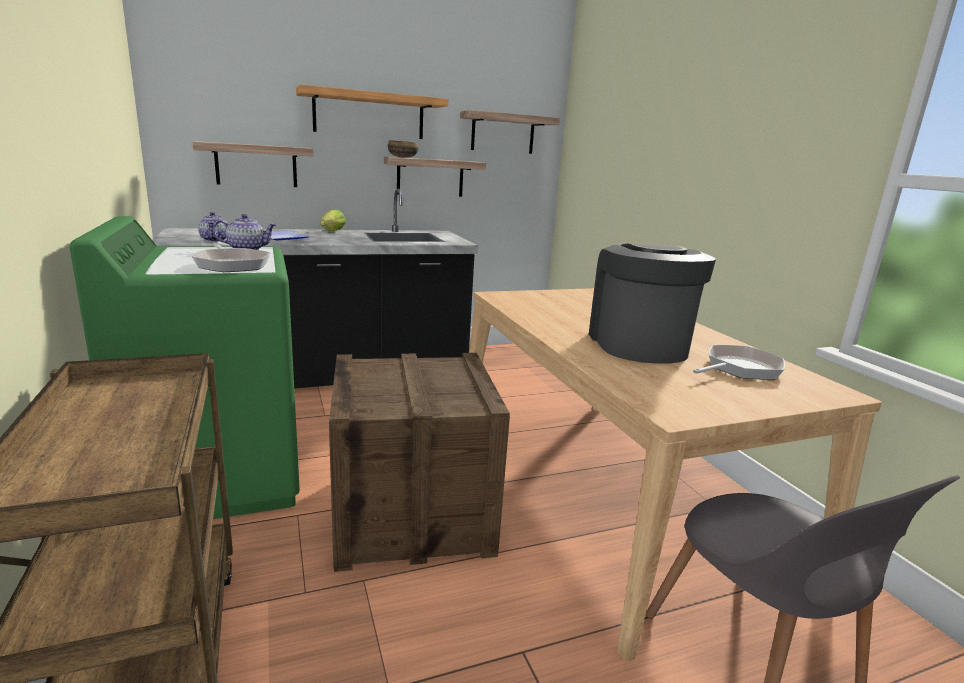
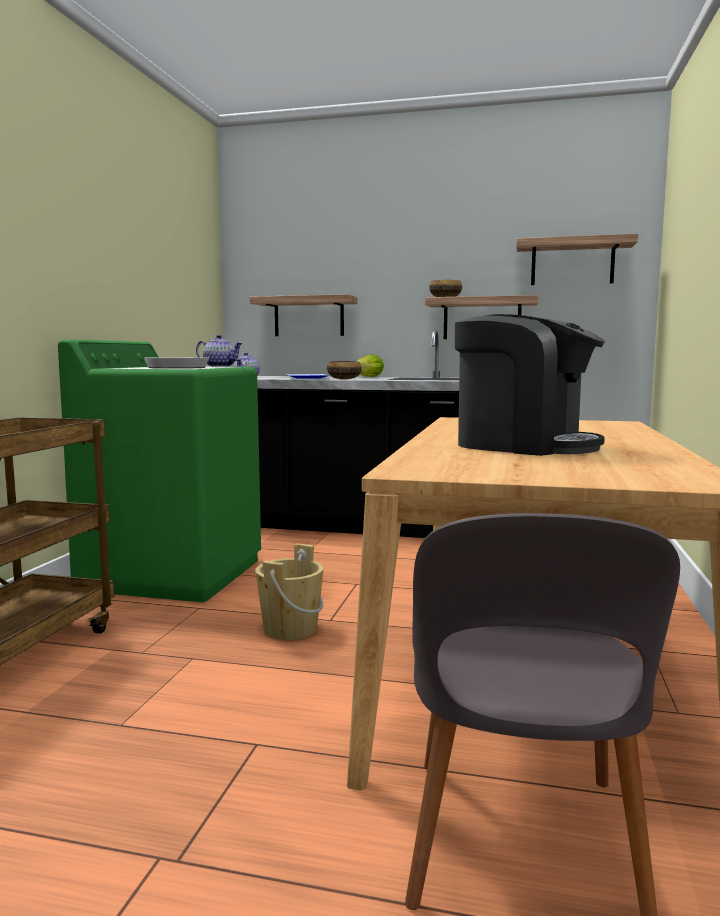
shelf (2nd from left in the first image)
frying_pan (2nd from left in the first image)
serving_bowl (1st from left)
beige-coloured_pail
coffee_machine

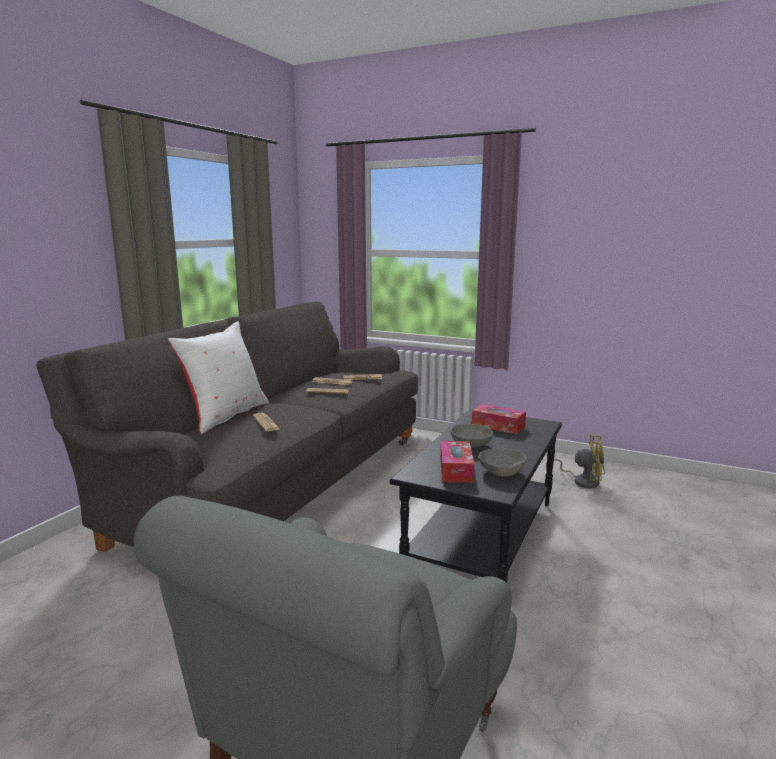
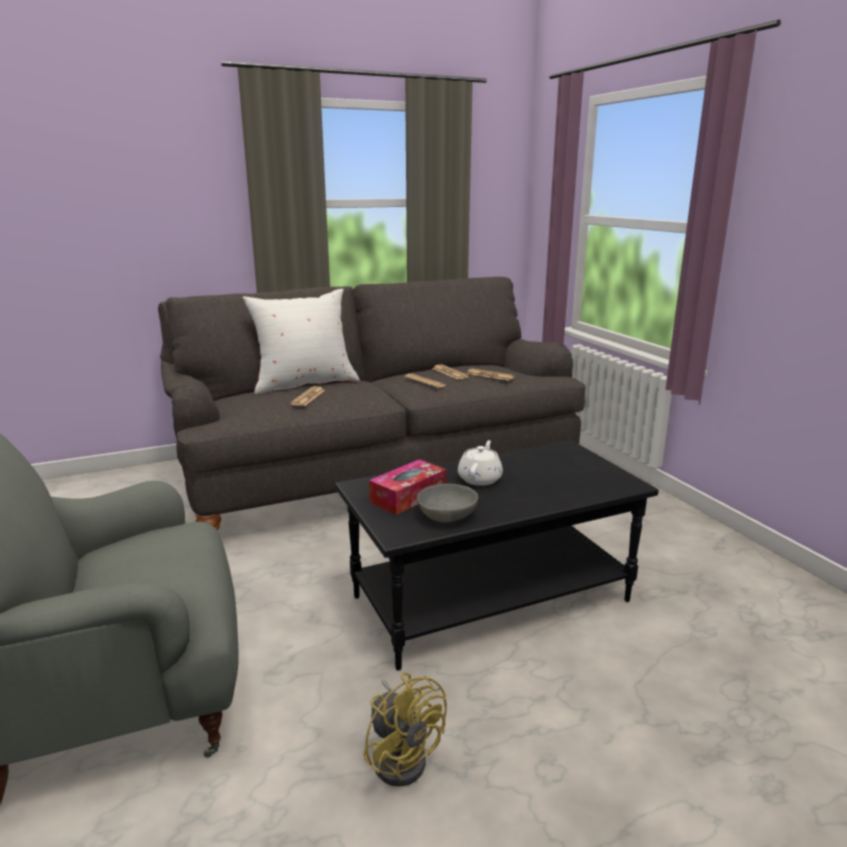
box_of_tissues (2nd from left in the first image)
yellowish_electric_fan
whitish_teapot

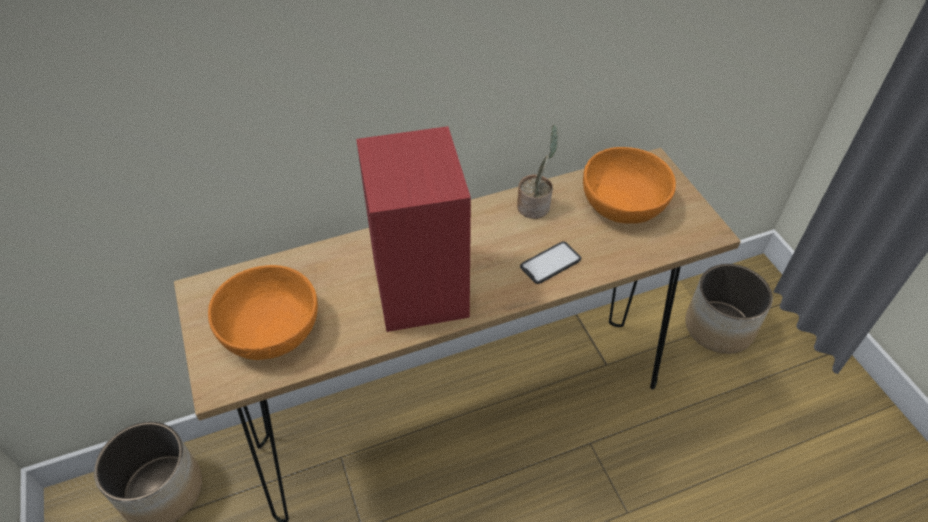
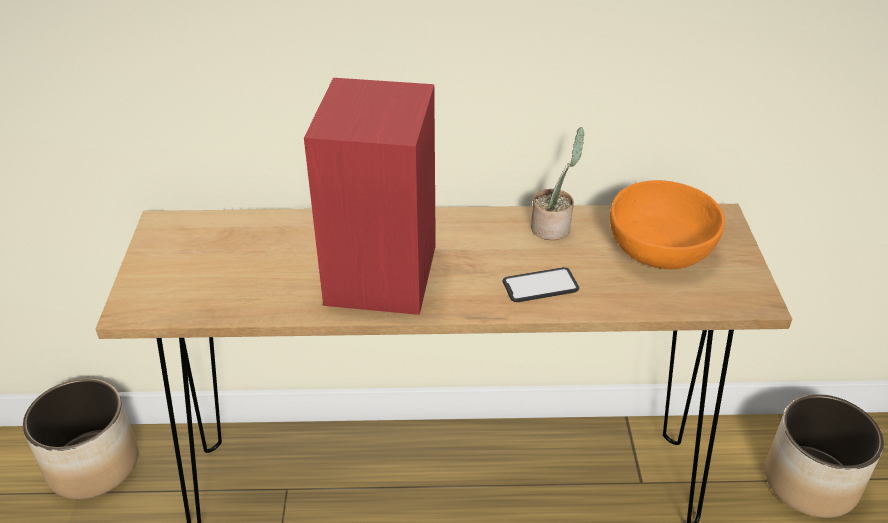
orangey_serving_bowl (1st from left in the first image)

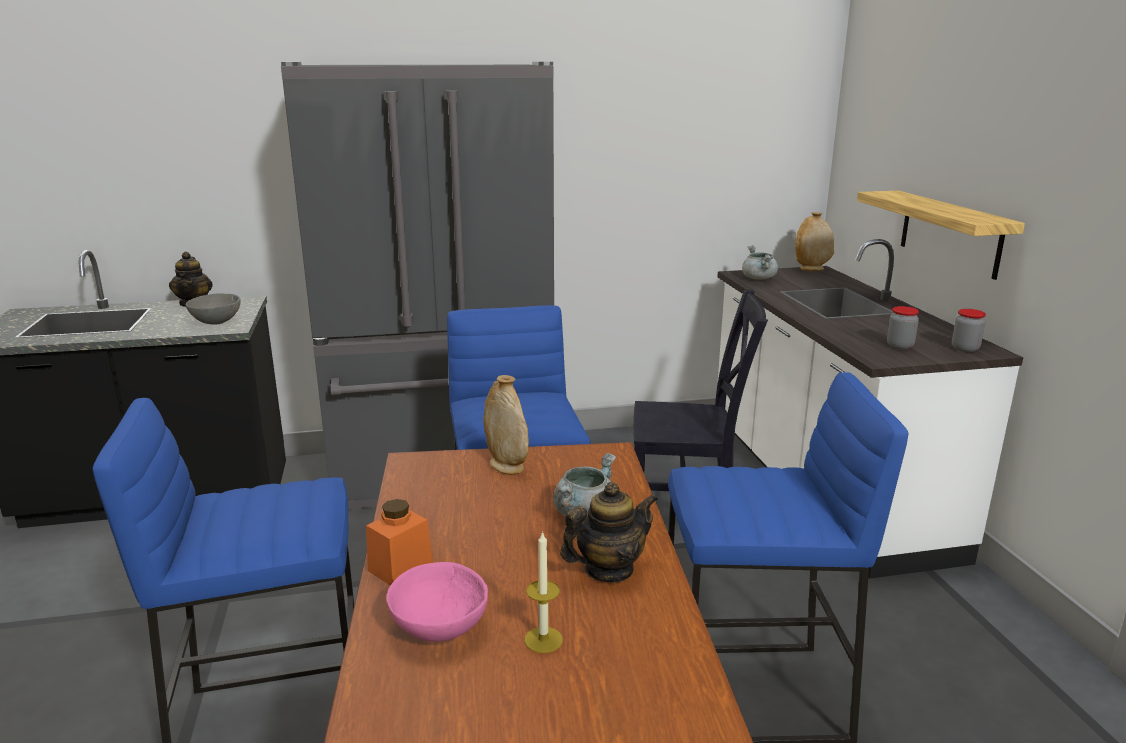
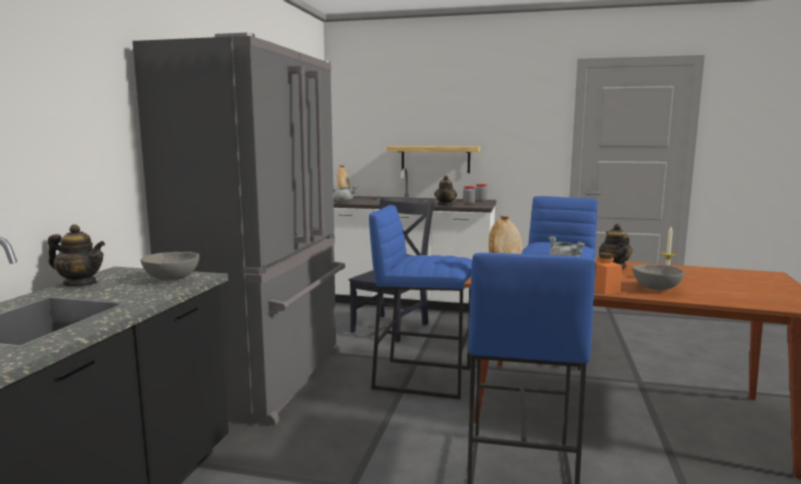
teapot (2nd from left)
grey_serving_bowl (2nd from left)

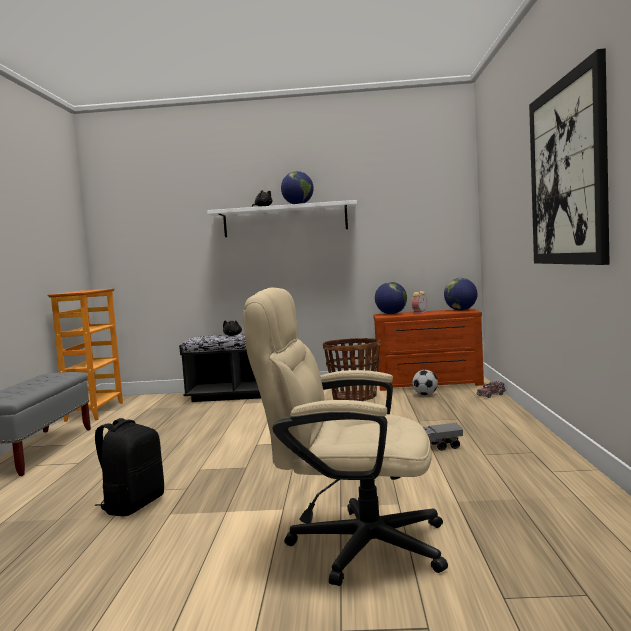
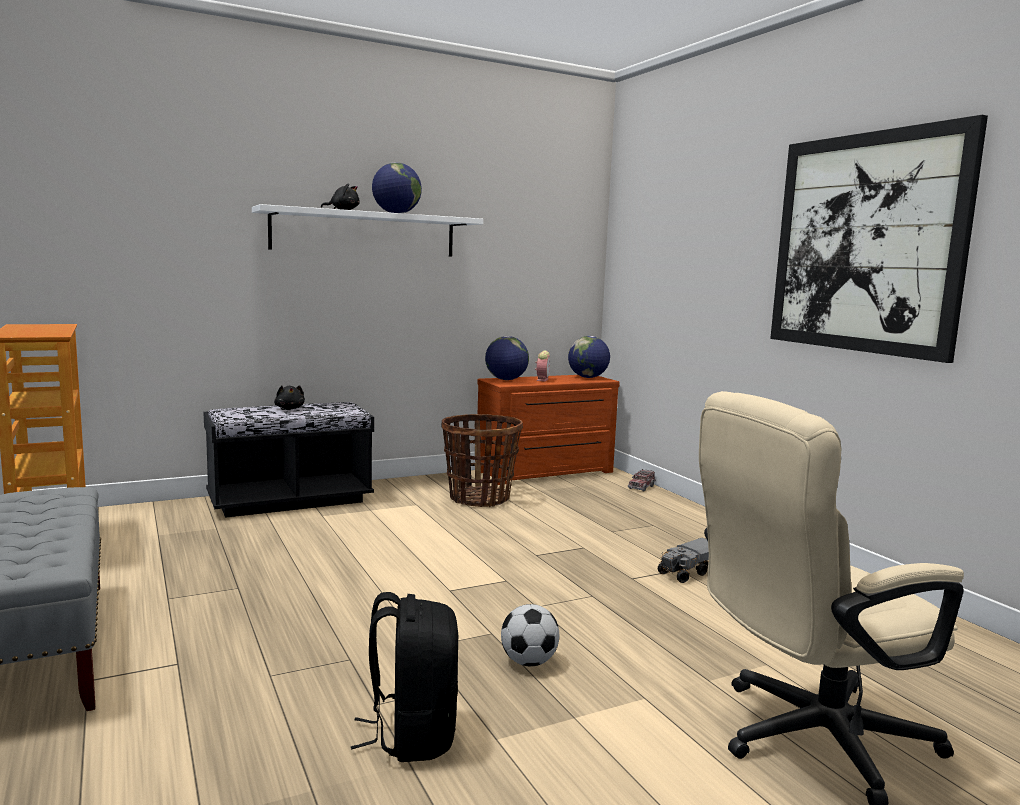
football_ball

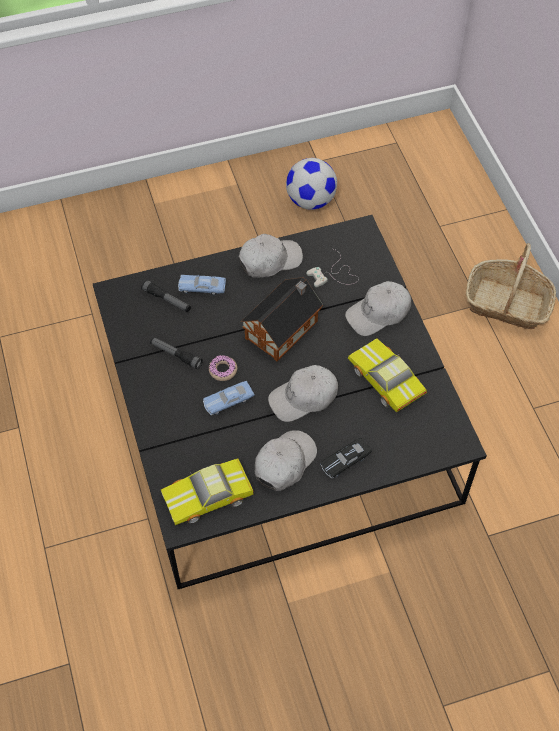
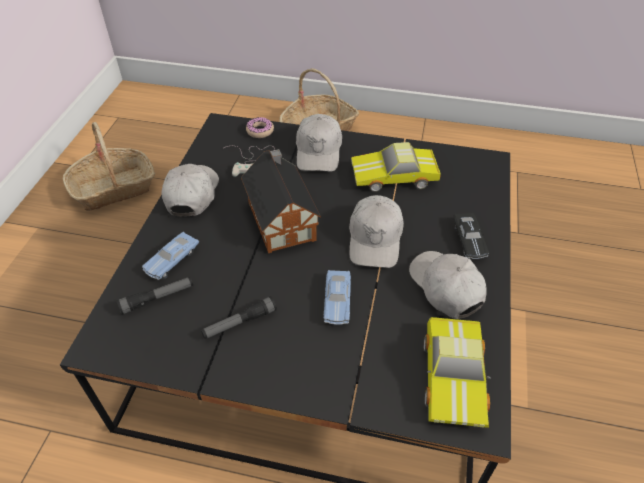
ring_doughnut
storage_basket (1st from left)

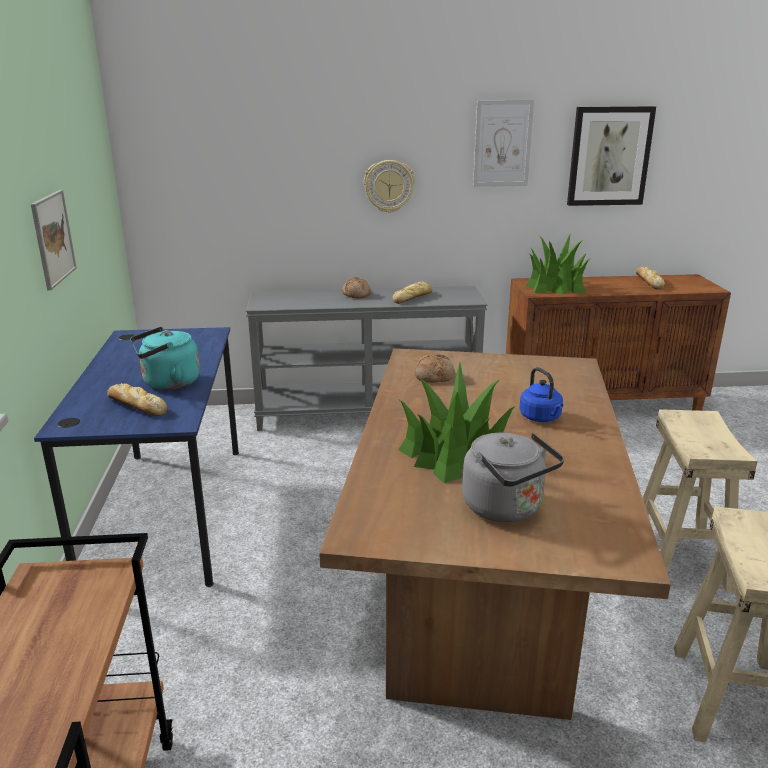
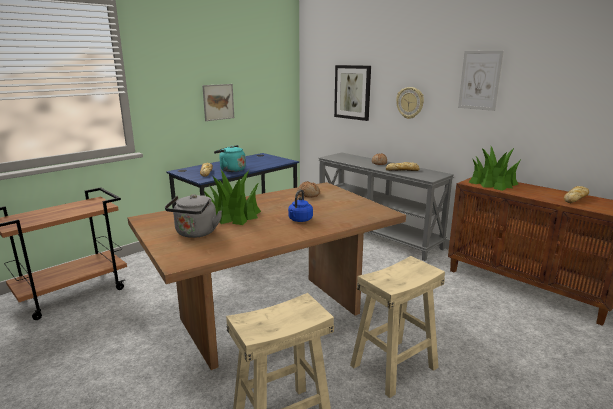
wall_picture (2nd from left)

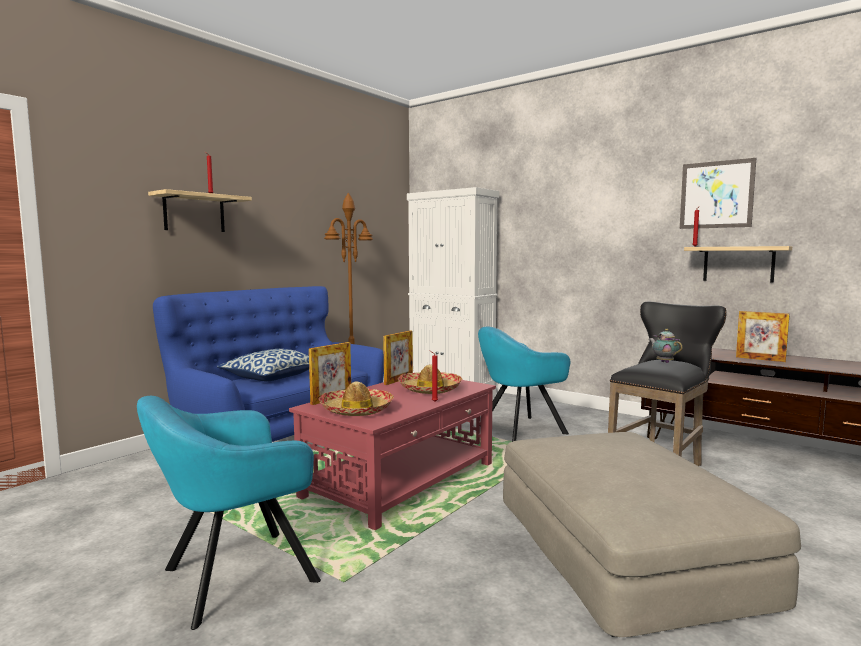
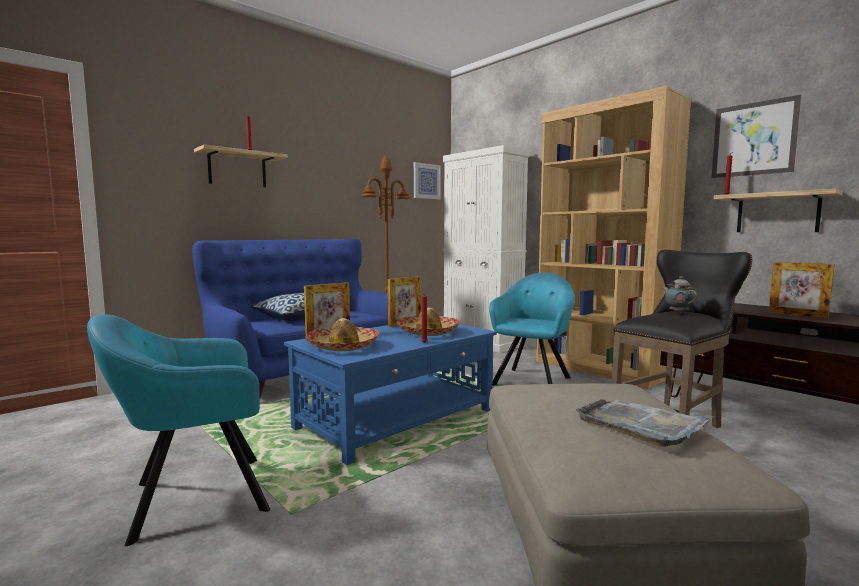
wall_picture (1st from left)
brown_bookshelf
grey_serving_tray
blue_lounge_table
blue-green_armchair (2nd from left)

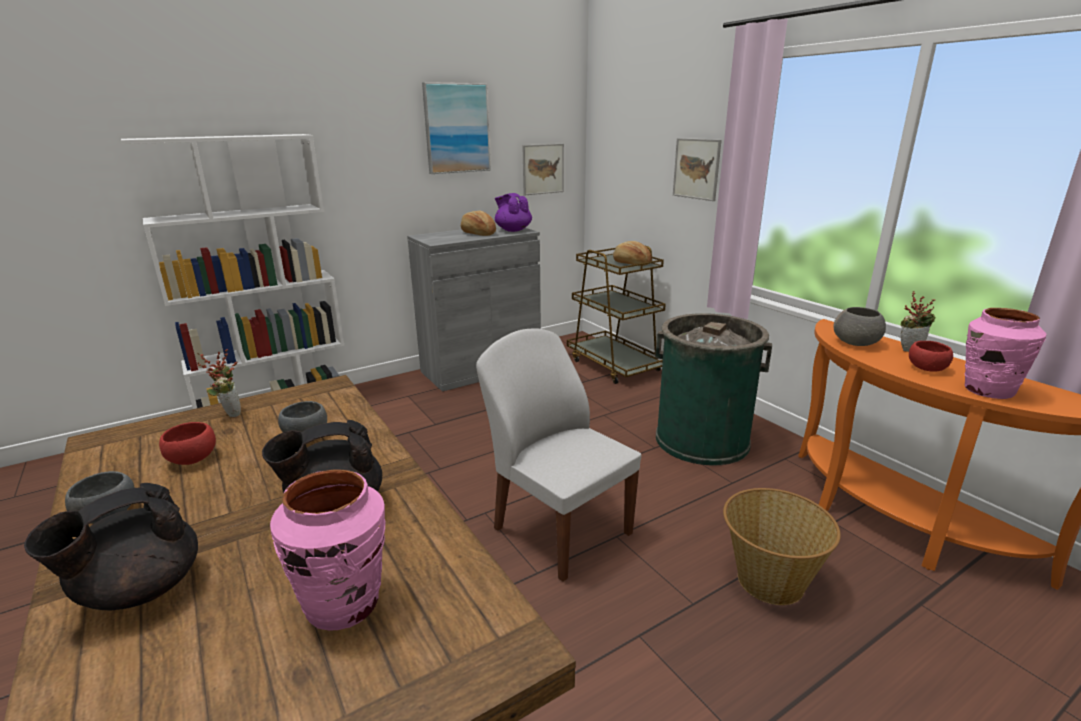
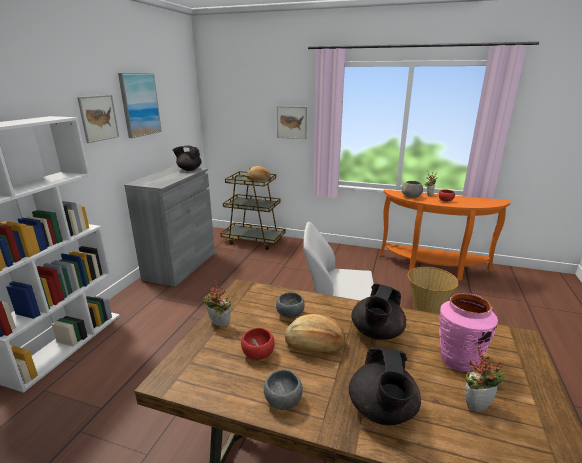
green-coloured_trash_can
pink_vase (2nd from left in the first image)
houseplant (3rd from left)
baked_bread (2nd from left)
wall_picture (1st from left)
black-coloured_teapot (1st from left)

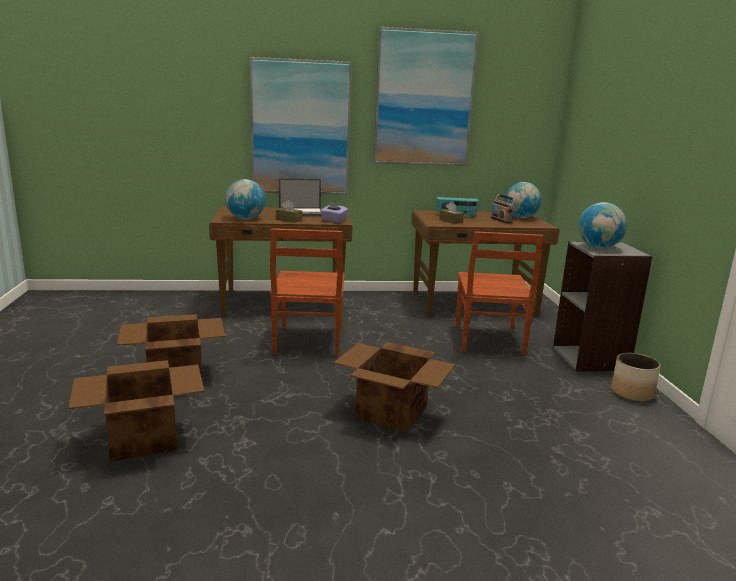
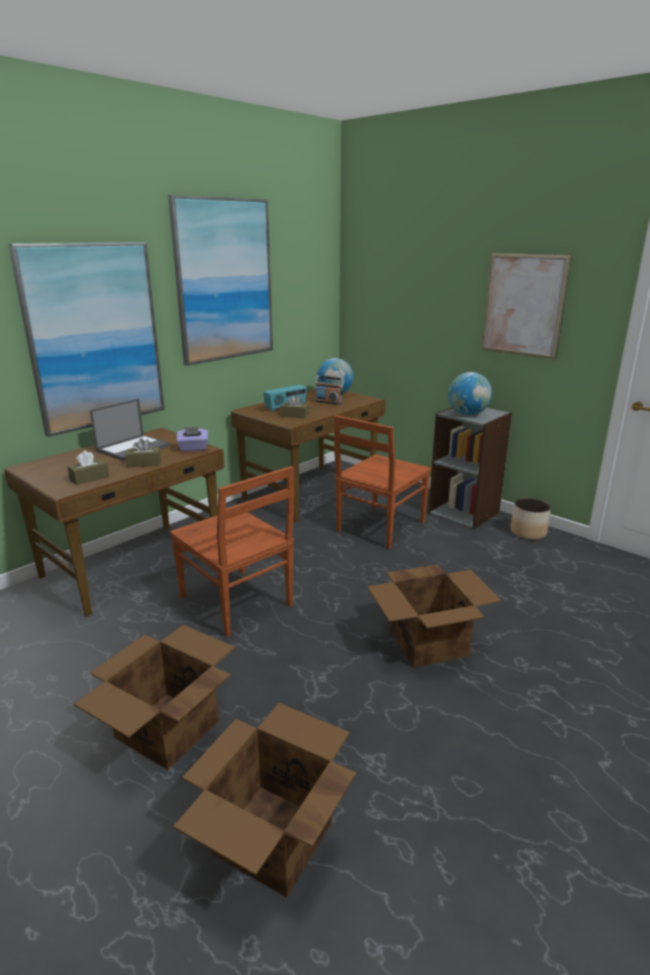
wall_picture (3rd from left)
brown_box_of_tissues (1st from left)
brown_plain_chair (2nd from left)

